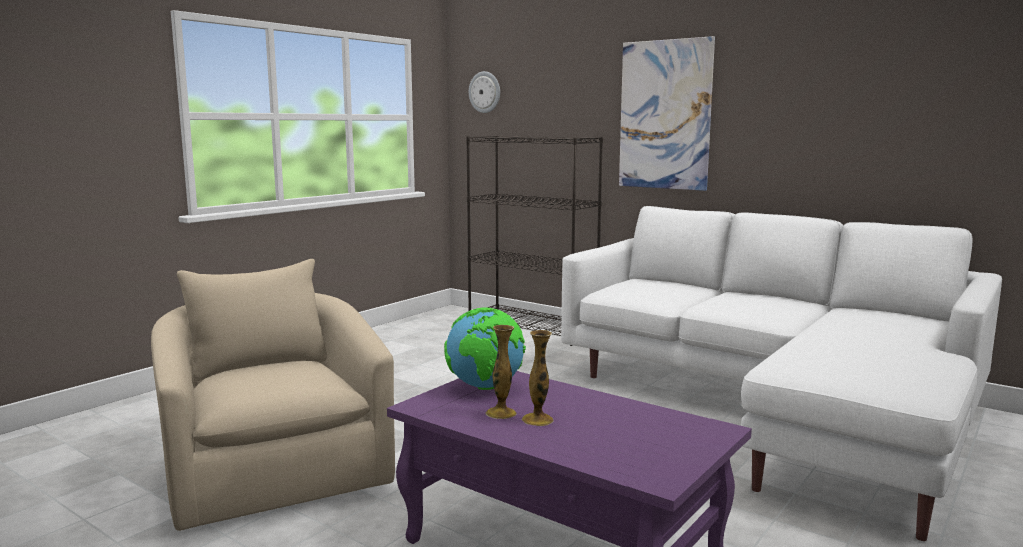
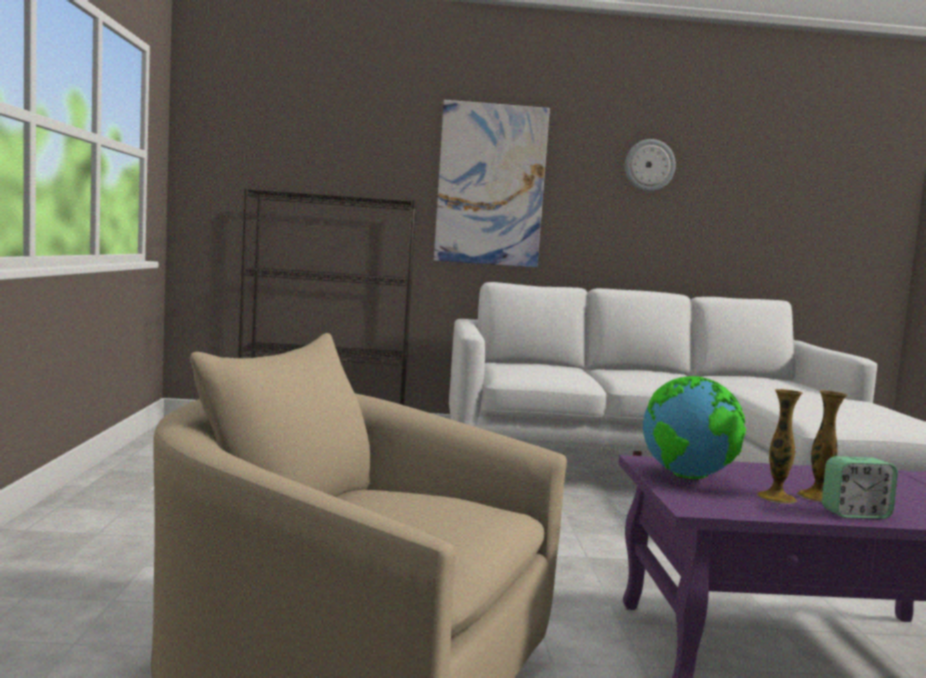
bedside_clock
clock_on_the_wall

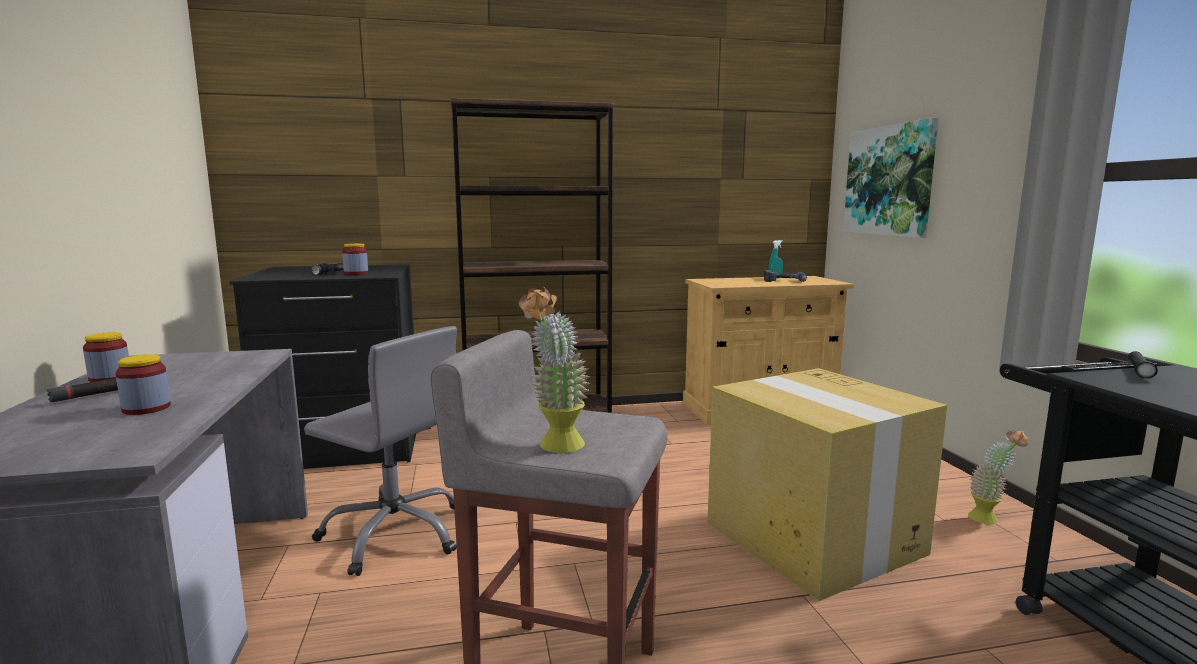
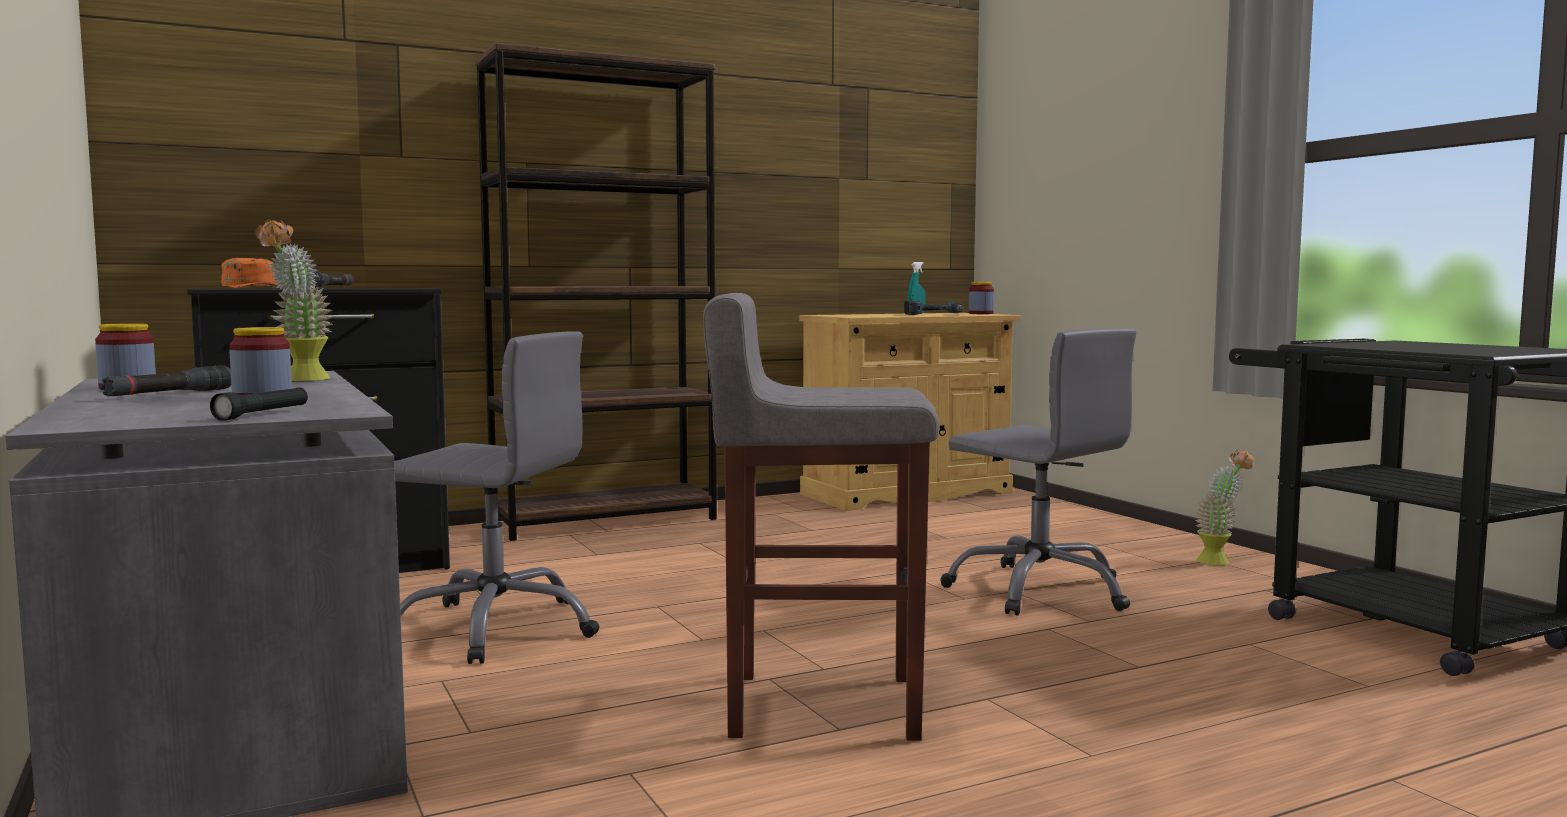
wall_picture
orangey_cap
storage_jar (3rd from left)
houseplant (1st from left)
black-coloured_hand_torch (2nd from left)
grey_desk_chair (2nd from left)

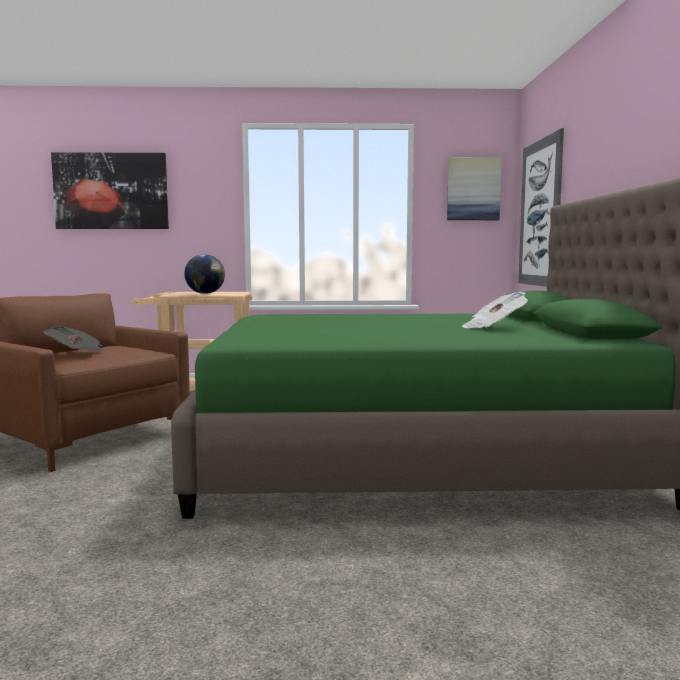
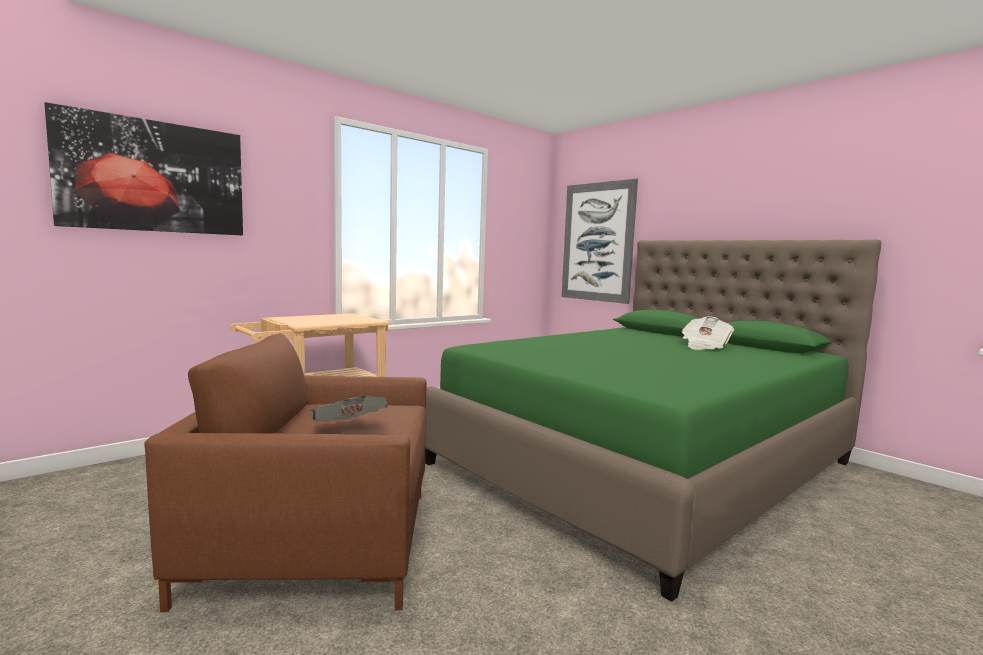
world_globe
wall_picture (2nd from left in the first image)

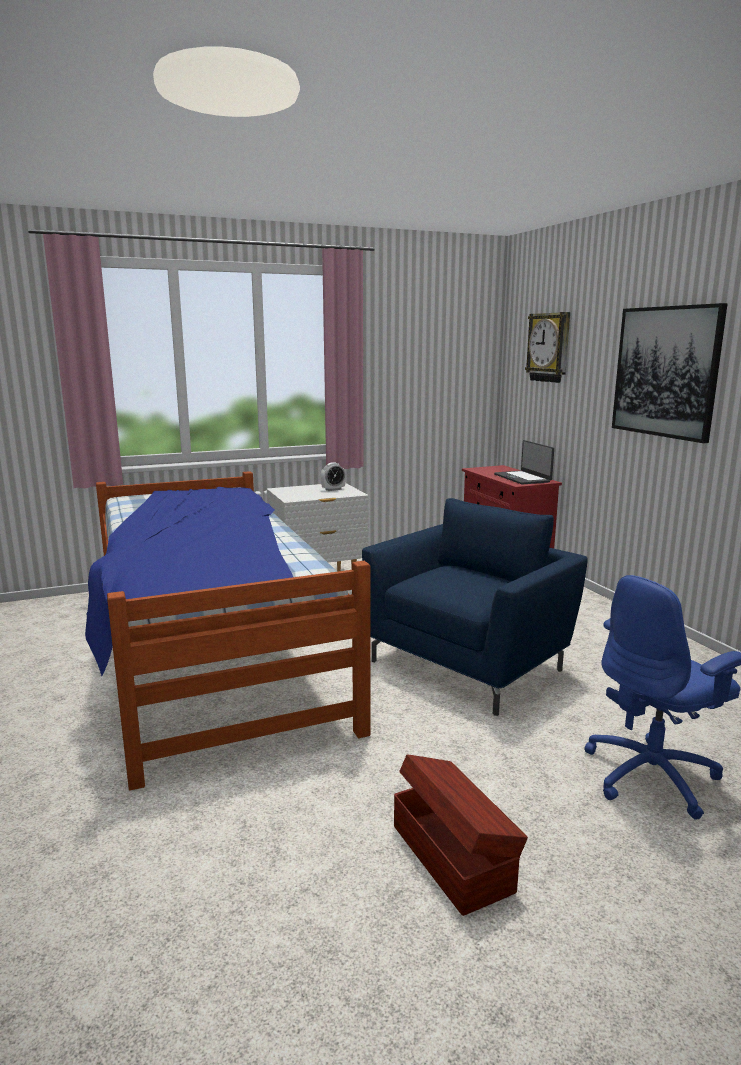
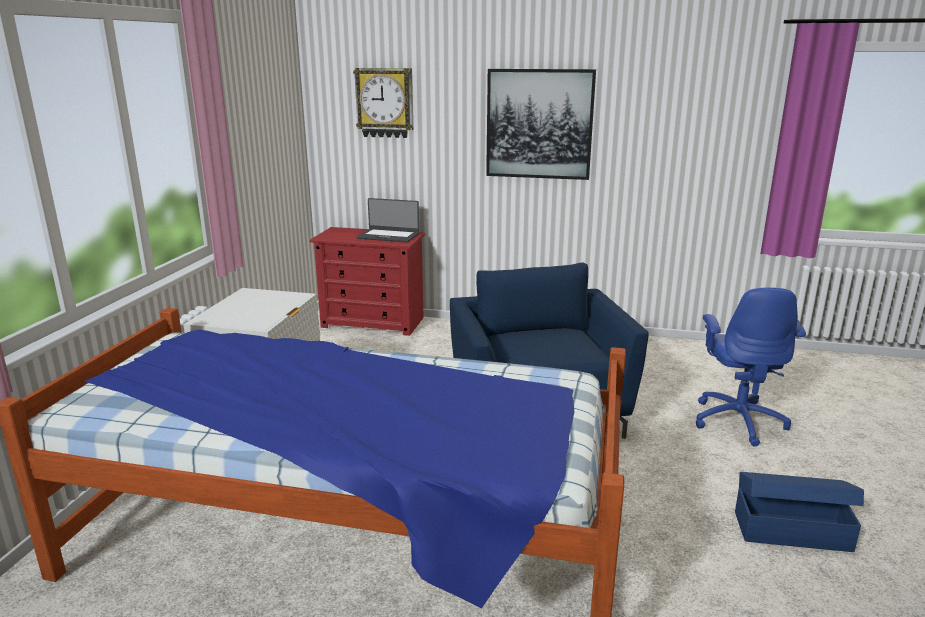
bedside_clock
blue_storage_container

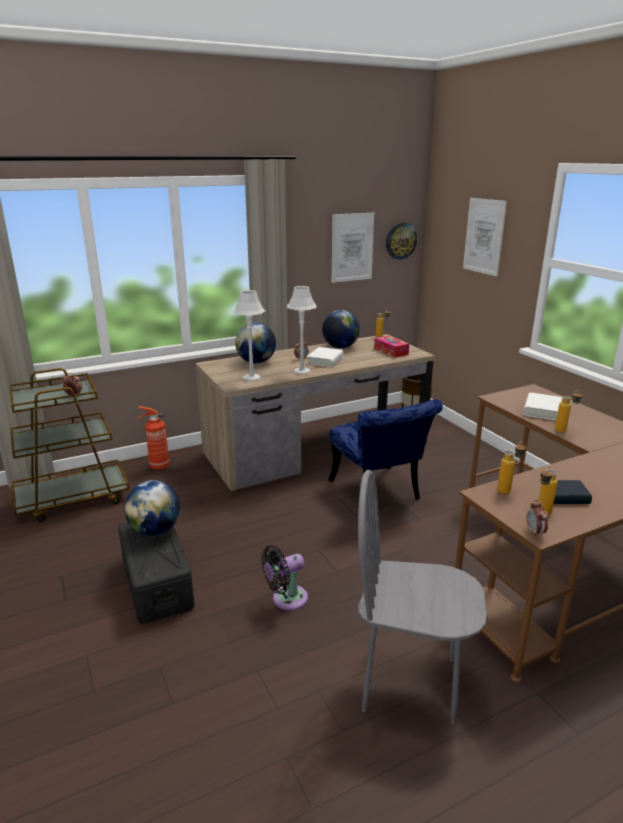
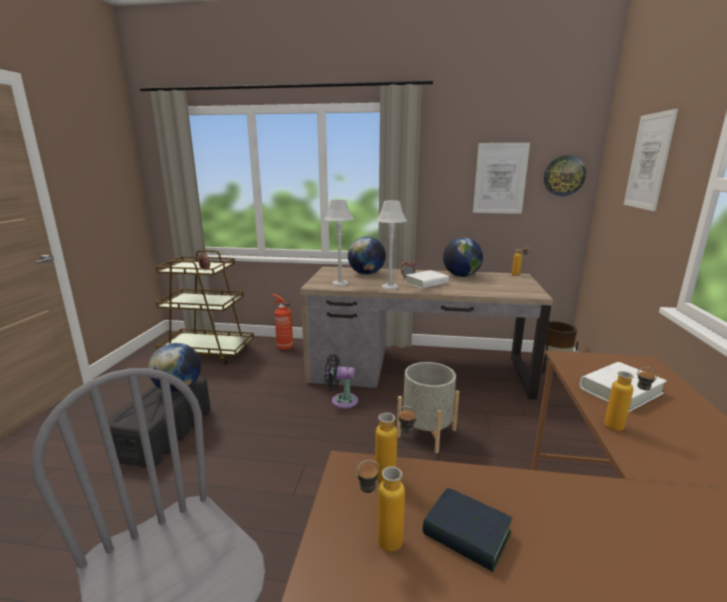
box_of_tissues
bedside_clock (3rd from left in the first image)
black-coloured_electric_fan
grey_planter

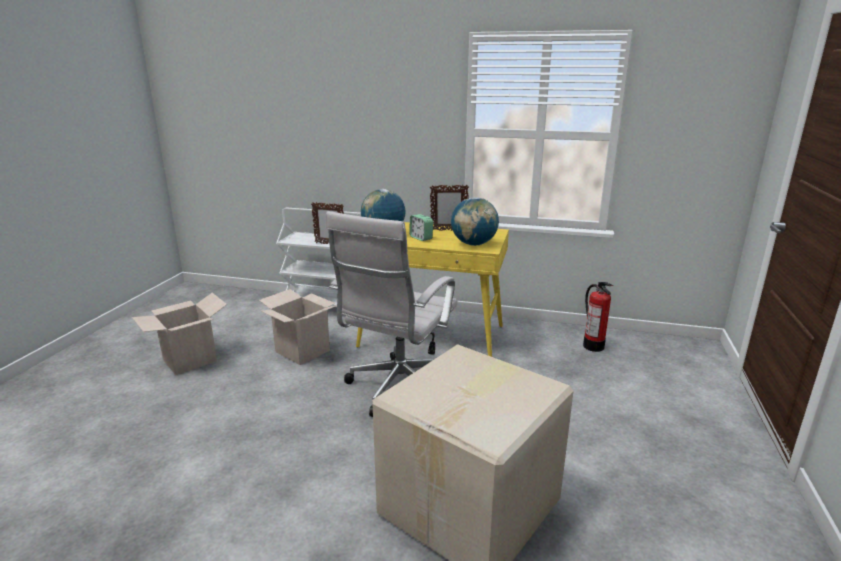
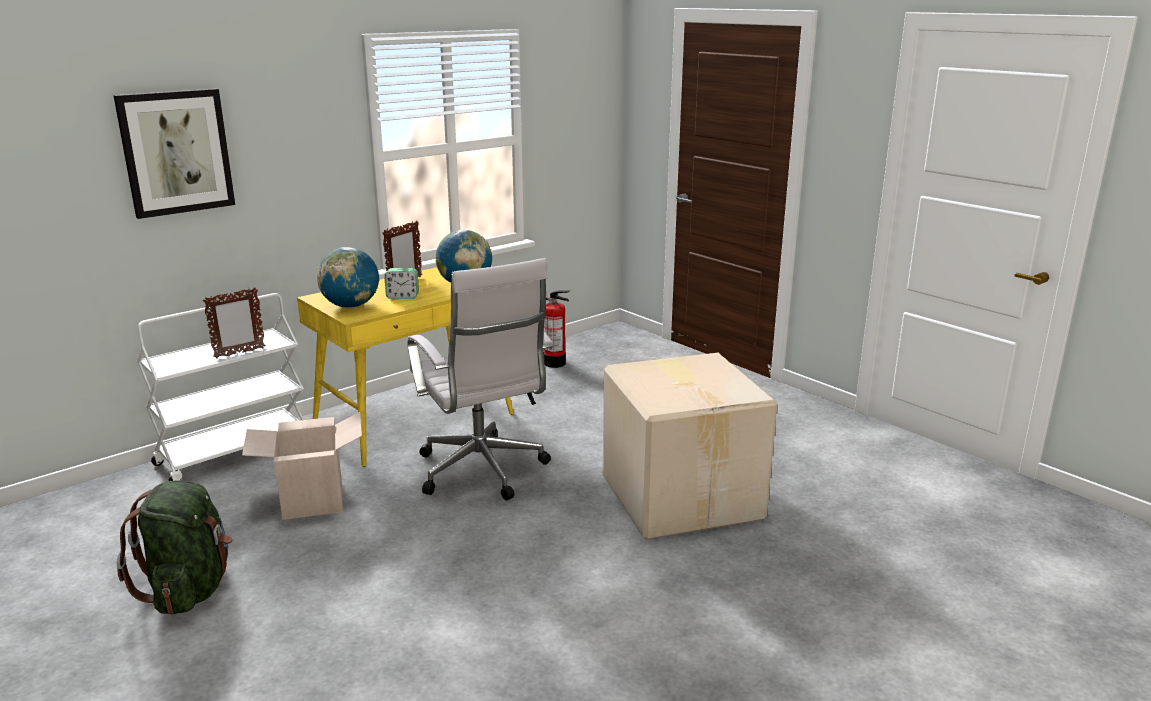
wall_picture
green-coloured_knapsack

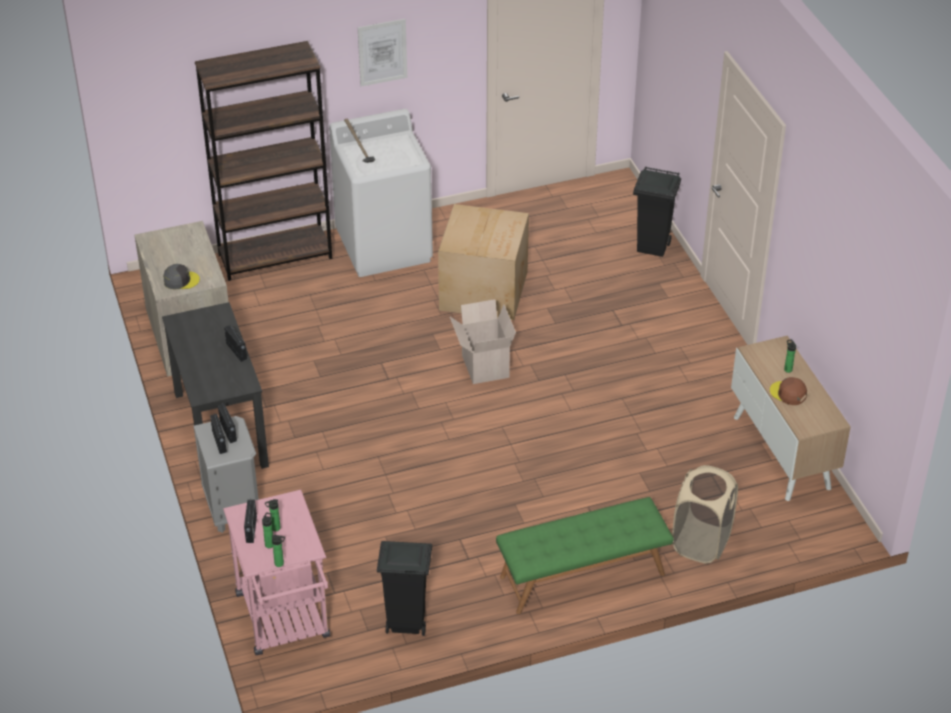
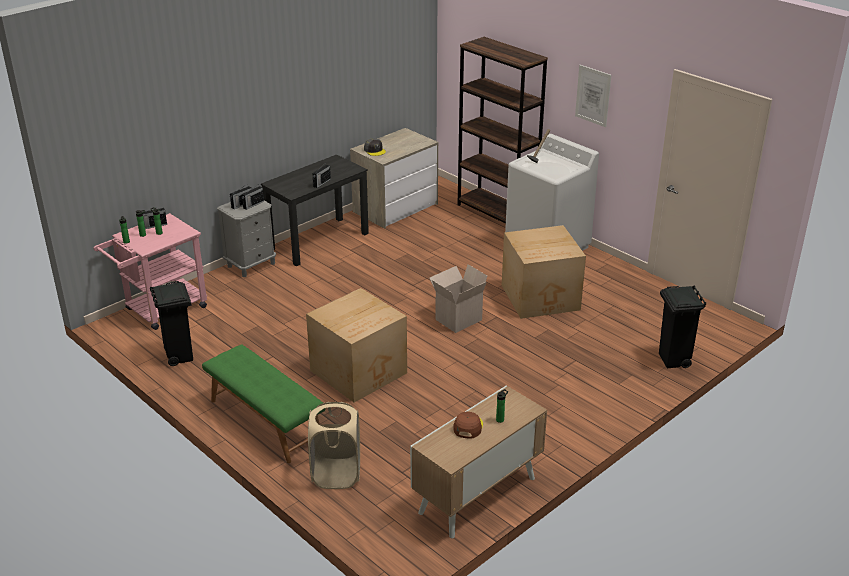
packing_box (1st from left)

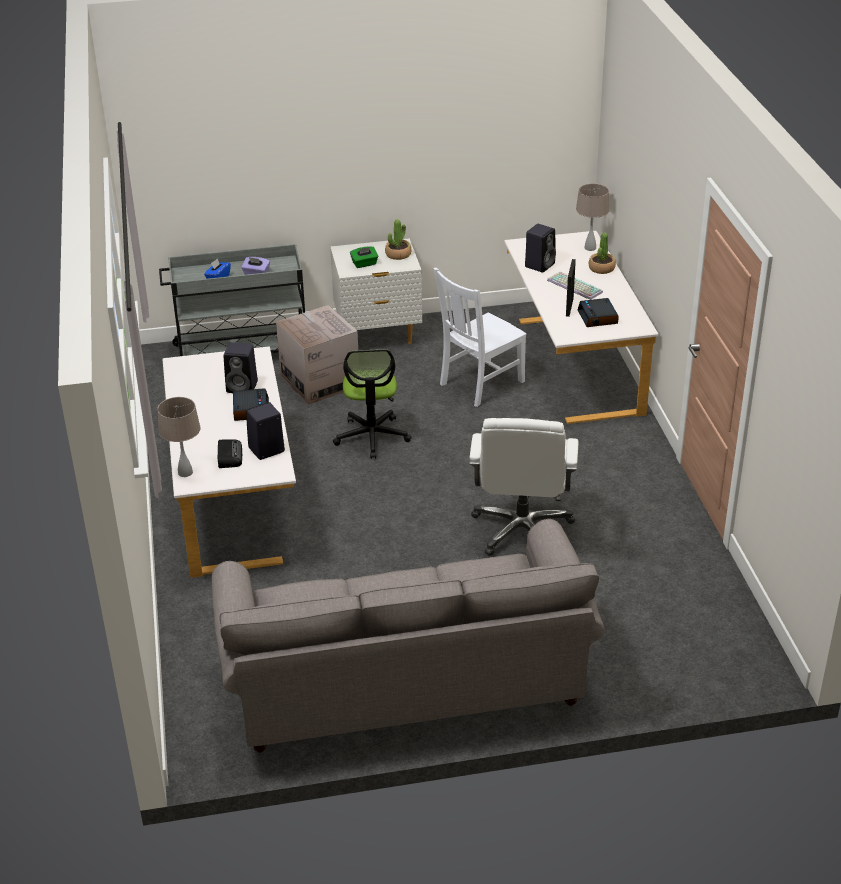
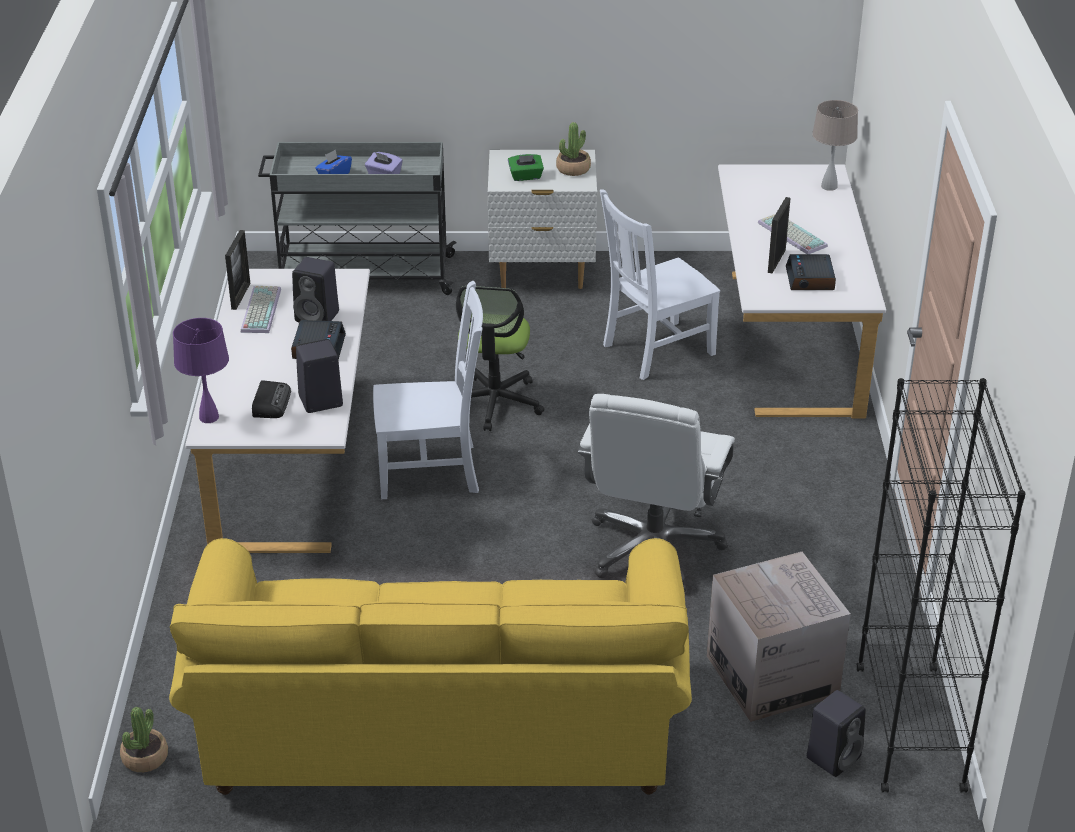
standing_frame (1st from left)
computer_keyboard (1st from left)
whitish_plain_chair (1st from left)
black-coloured_bookshelf
packing_box
black-coloured_speaker (3rd from left)
houseplant (1st from left)
purplish_lamp_for_a_table
yellowish_couch

